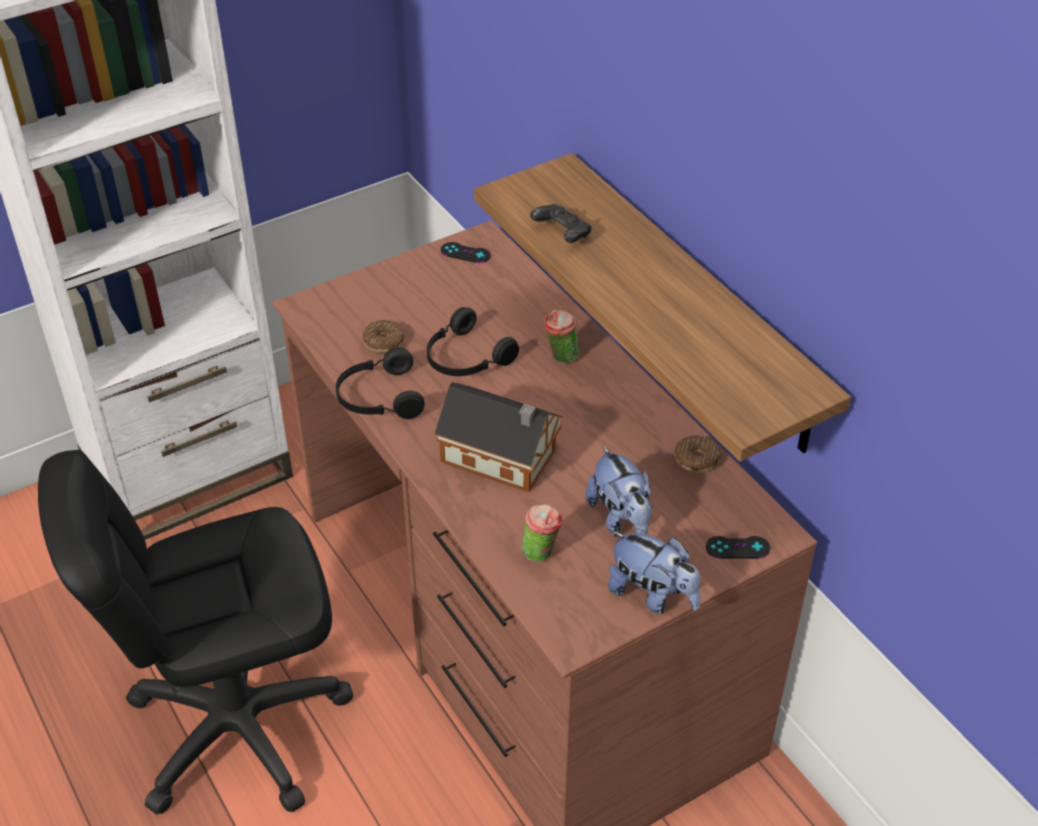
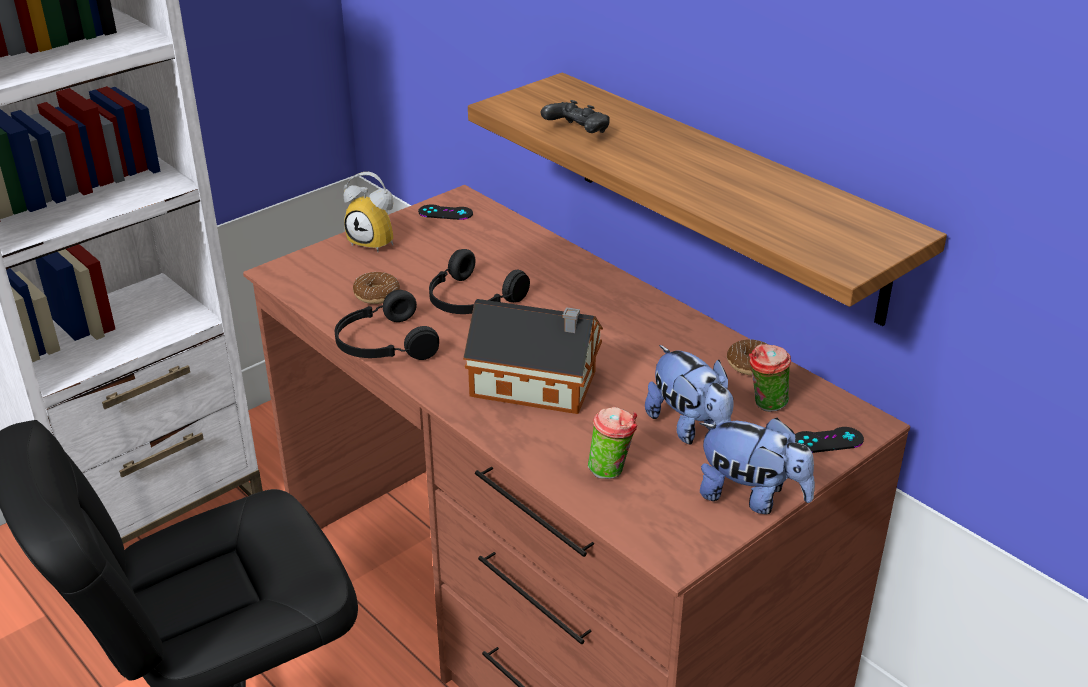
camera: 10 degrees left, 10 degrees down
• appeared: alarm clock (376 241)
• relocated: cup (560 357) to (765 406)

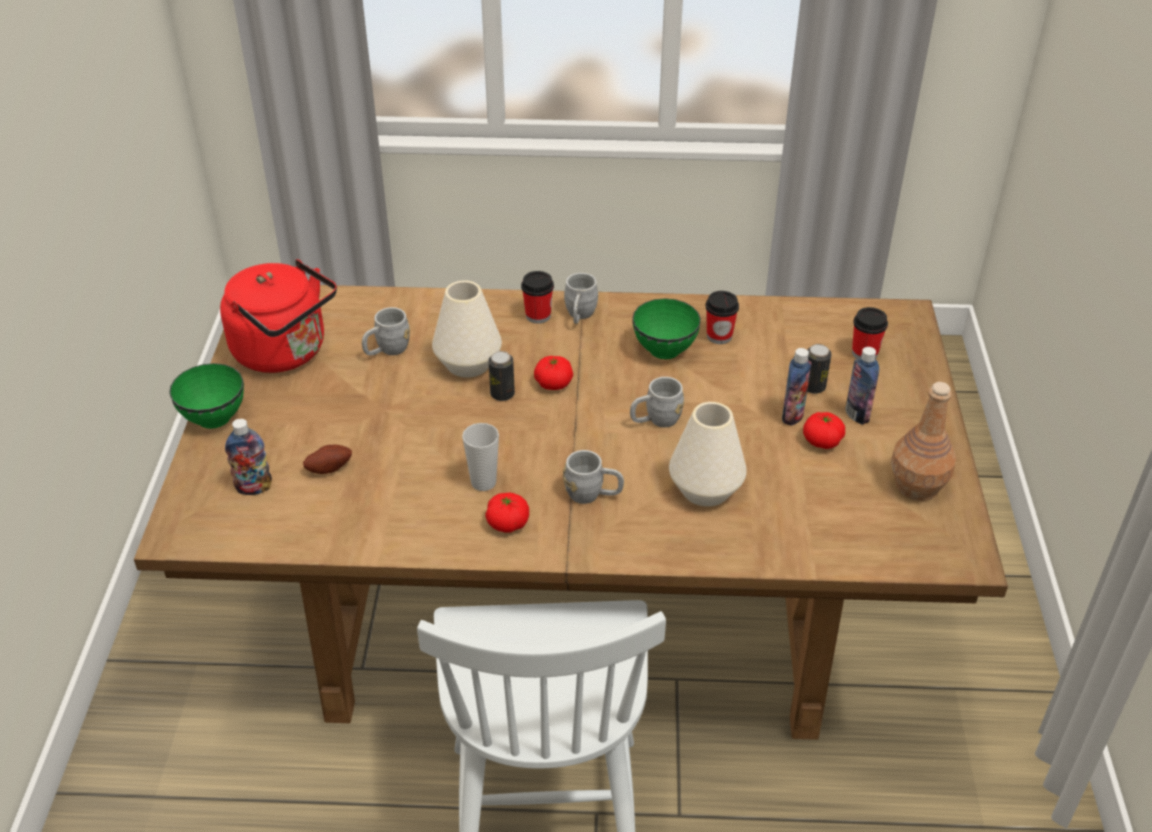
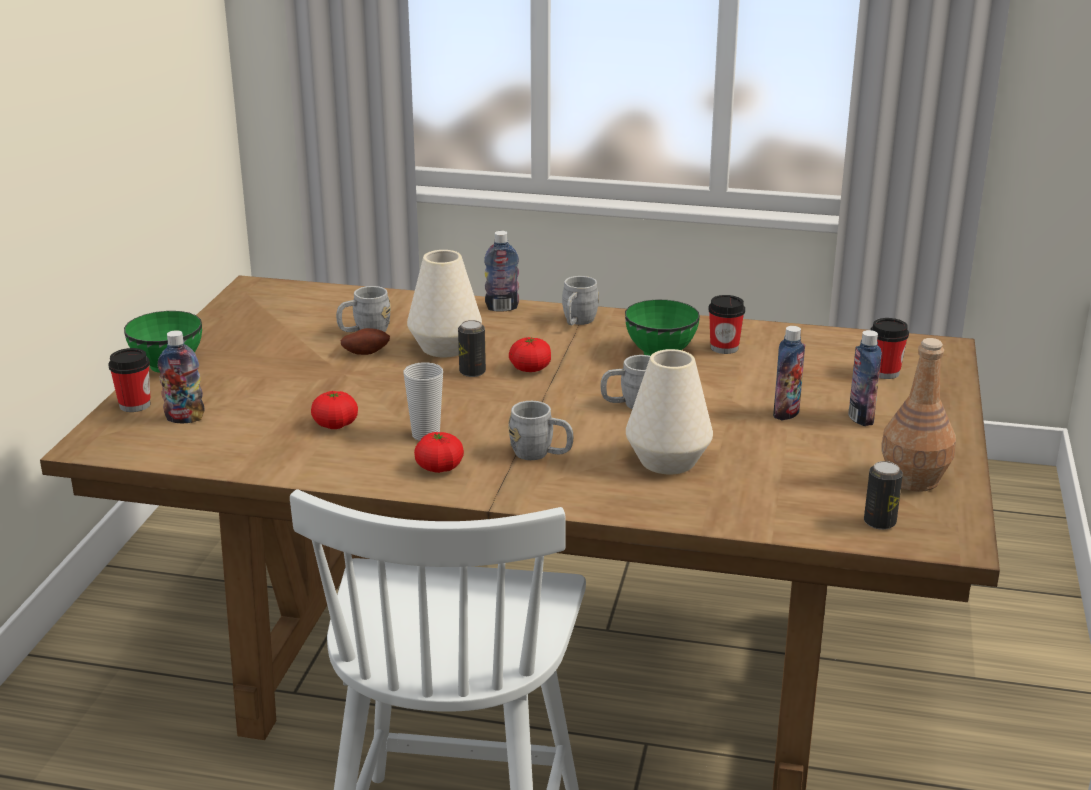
camera: 10 degrees right, 15 degrees down
• missing: kettle (red) (285 352)
• appeared: bottle (502 308)
• relocated: potato (329 468) to (366 352)
• relocated: cup (538 316) to (135 405)
• relocated: tomato (822 441) to (335 425)
• relocated: can (813 387) to (879 522)

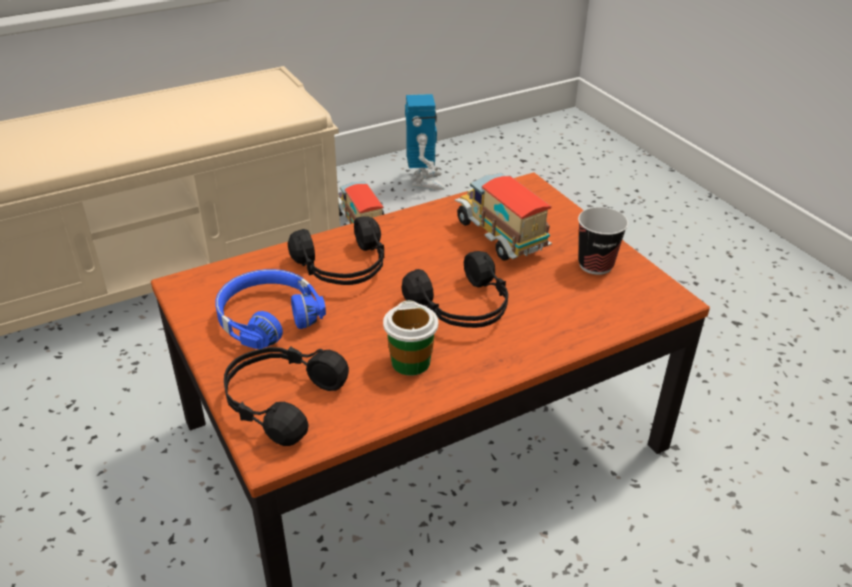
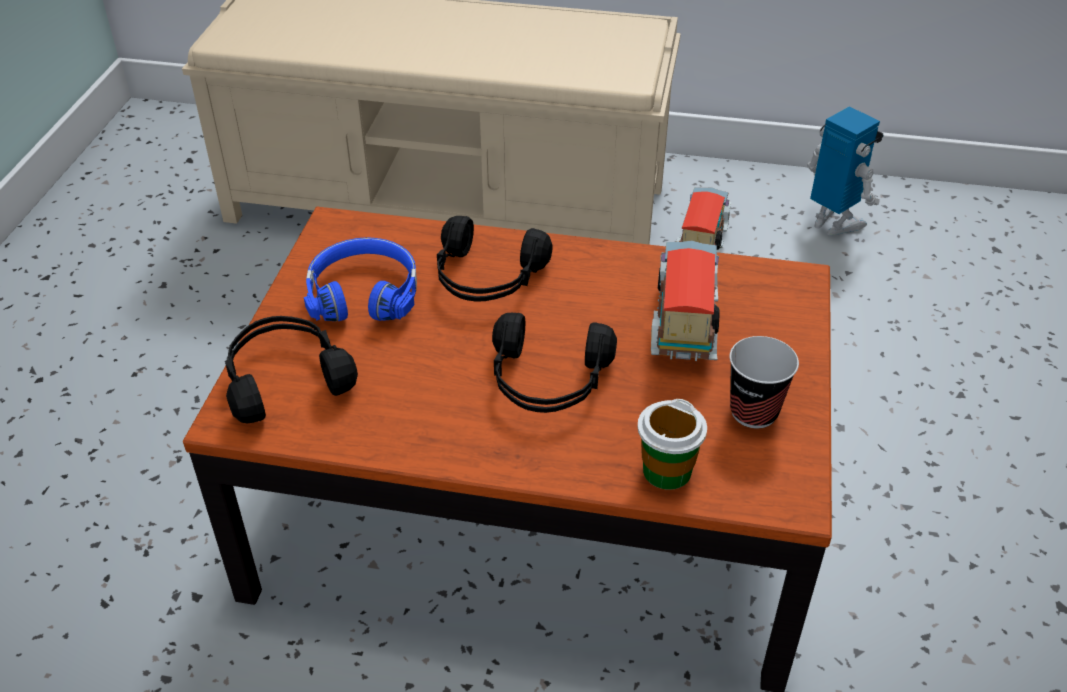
camera: 40 degrees right, 5 degrees up
• relocated: cup (410 362) to (666 471)
• spun: toy robot (424 182) = (833 223) 75 degrees counterclockwise

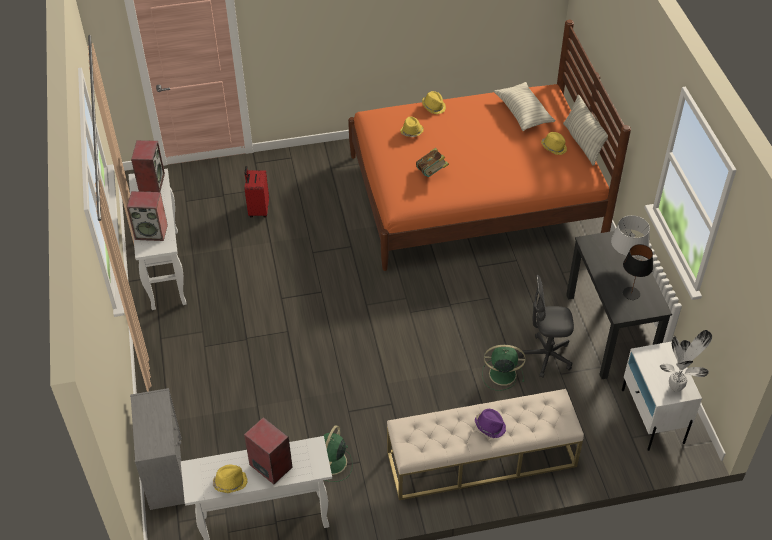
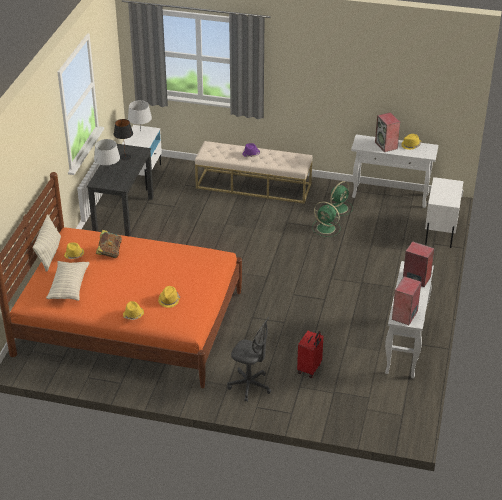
camera: 155 degrees left, 10 degrees down
• relocated: book (432 172) to (109 252)
• relocated: fan (green) (501 374) to (326 228)
• relocated: office chair (grey) (546 357) to (249 386)
• exchanged: dresser (grey) (166 472) to nightstand (white) (440 231)
• exchanged: potted plant (677 386) to table lamp (grey) (140 131)

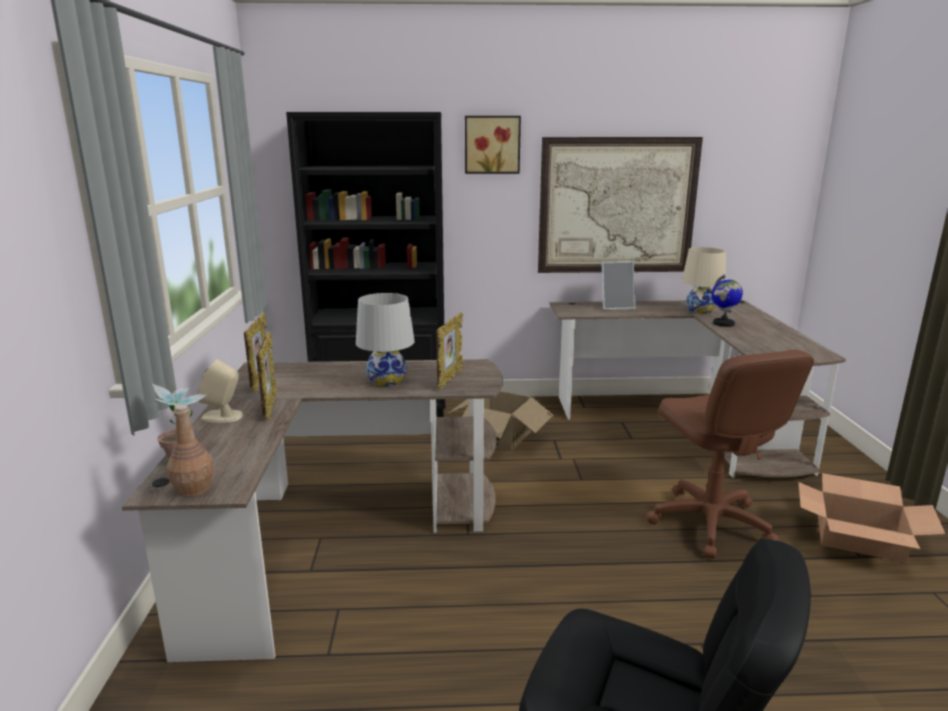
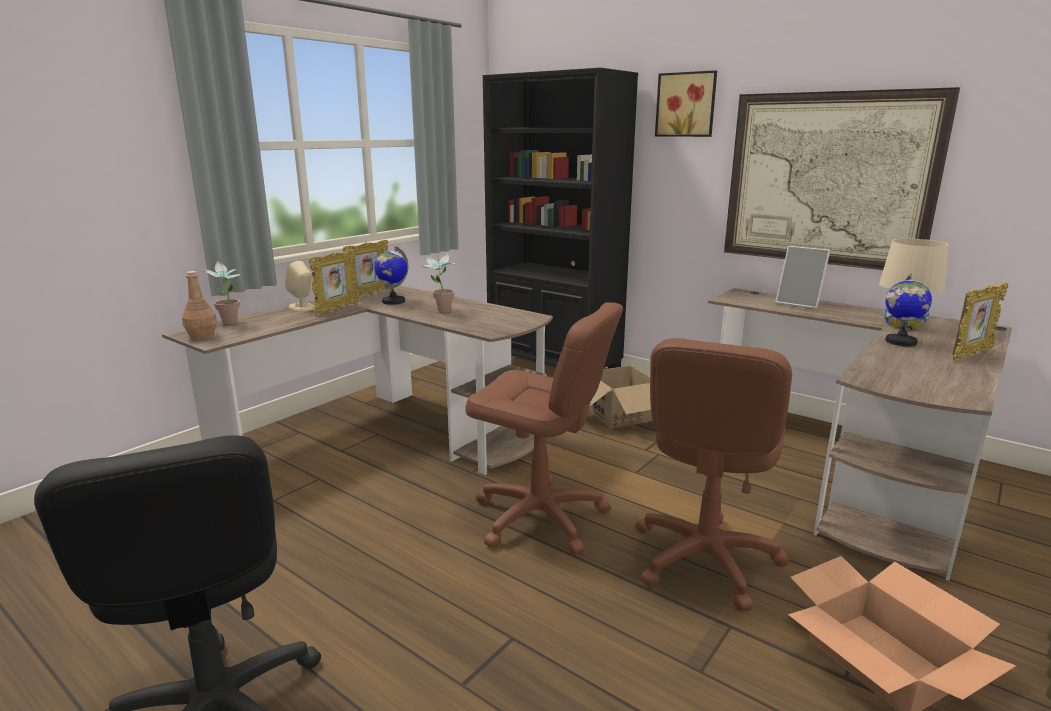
camera: 40 degrees right, 0 degrees up
• appeared: globe (393 301)
• appeared: office chair (brown) (540 517)
• relocated: picture frame (449 379) to (971 355)
• exchanged: table lamp (white) (387 380) to potted plant (441 312)

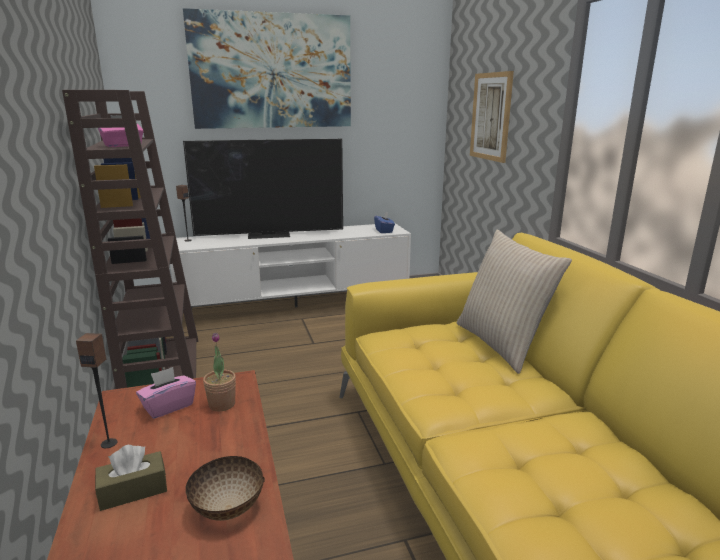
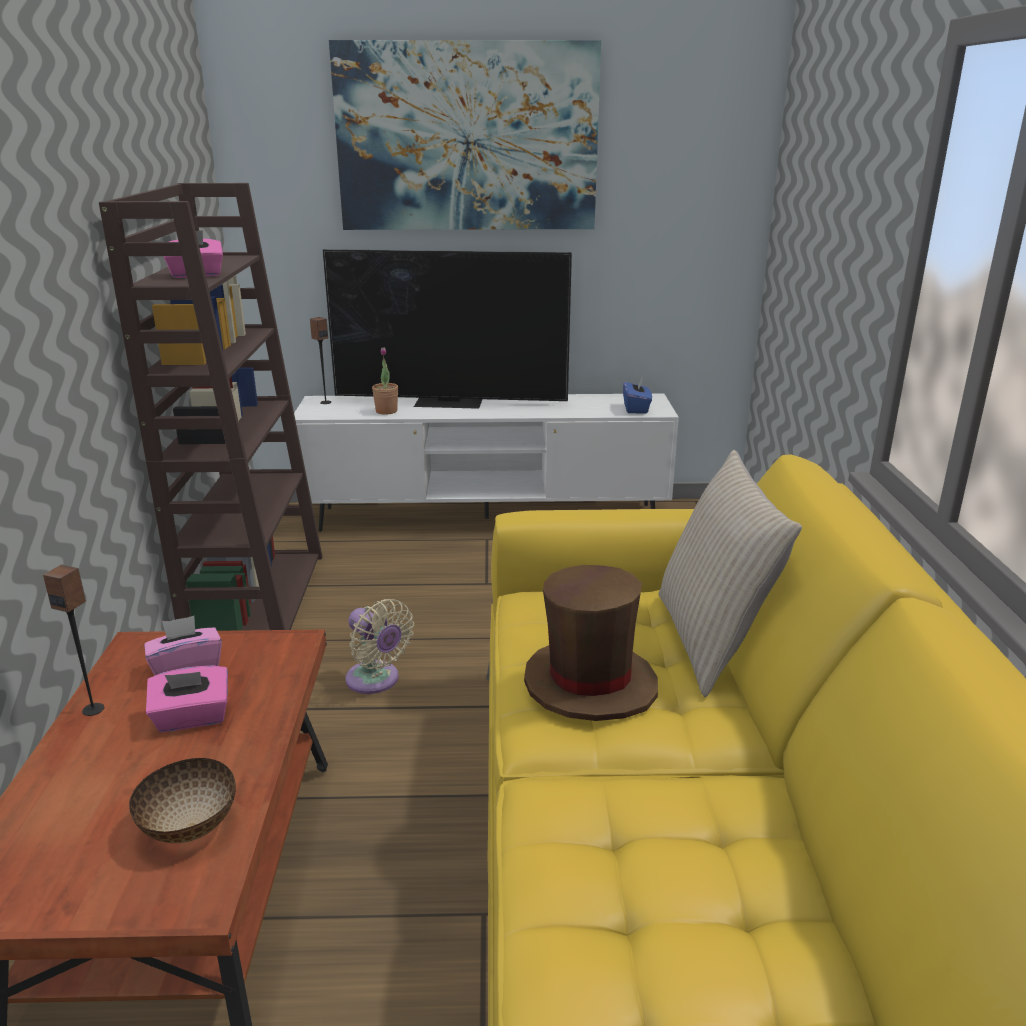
camera: 15 degrees right, 5 degrees up
• missing: tissue box (brown) (133 490)
• missing: picture (491 116)
• appeared: tissue box (pink) (192 718)
• appeared: fan (beige) (376 681)
• appeared: hat (brown) (590 684)
• relocated: potted plant (222 404) to (386 411)

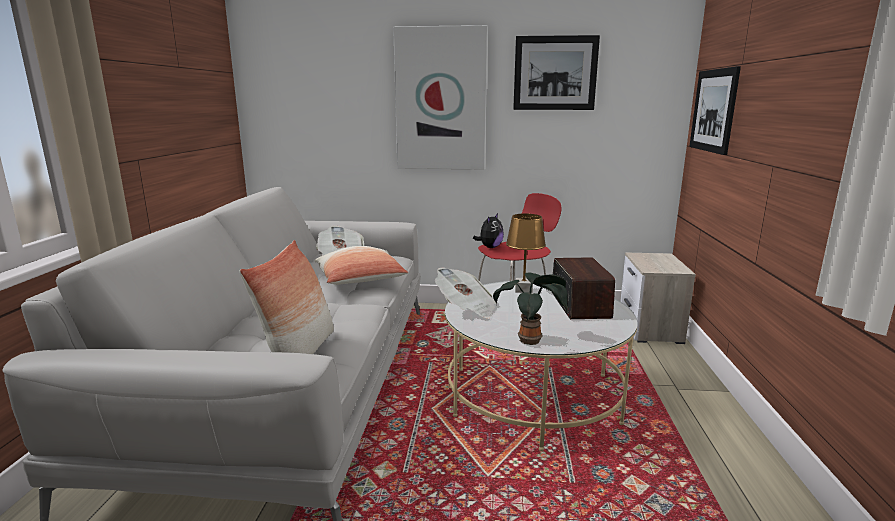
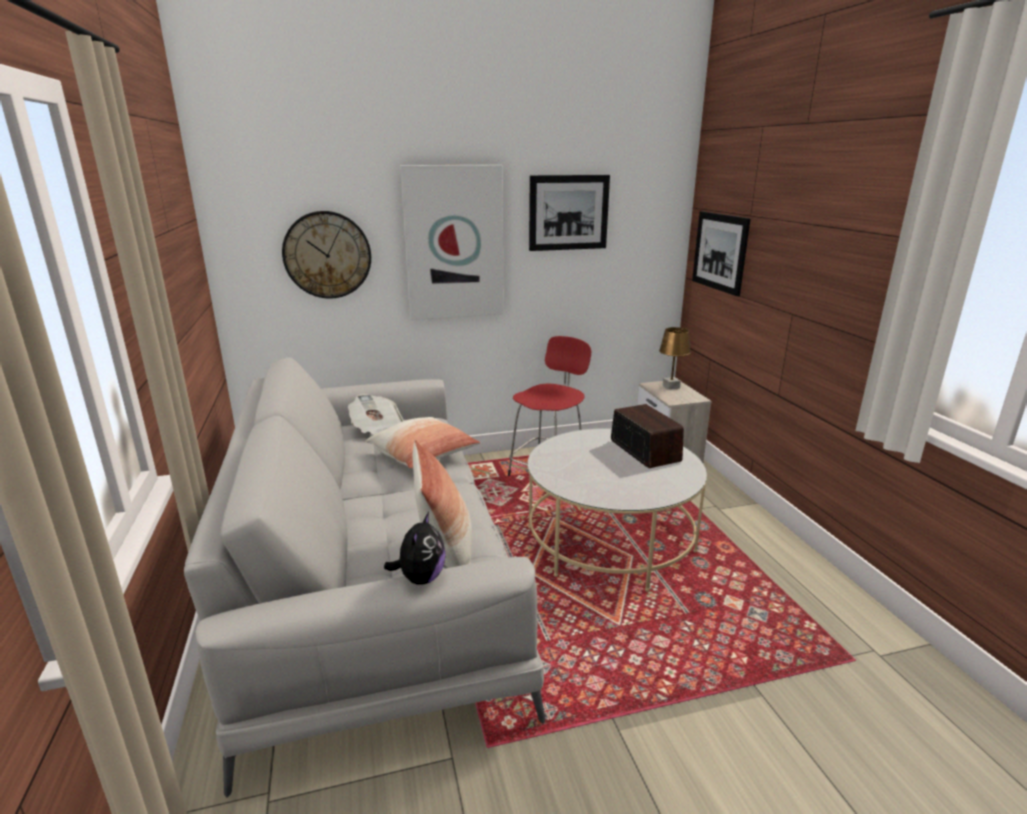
camera: 20 degrees left, 5 degrees up
• missing: newspaper (466 308)
• missing: potted plant (531 340)
• appeared: wall clock (327 255)
• relocated: plush toy (490 247) to (420 578)
• relocated: table lamp (brown) (524 290) to (671 386)

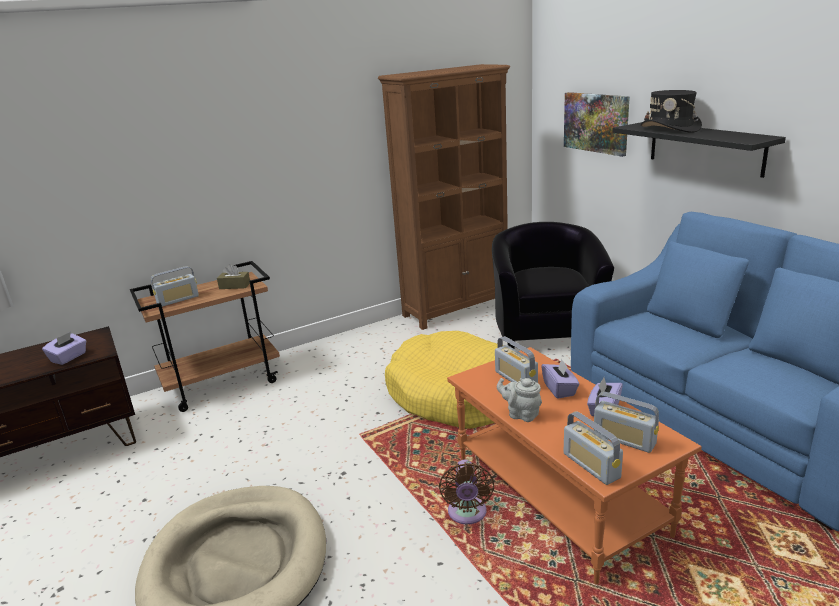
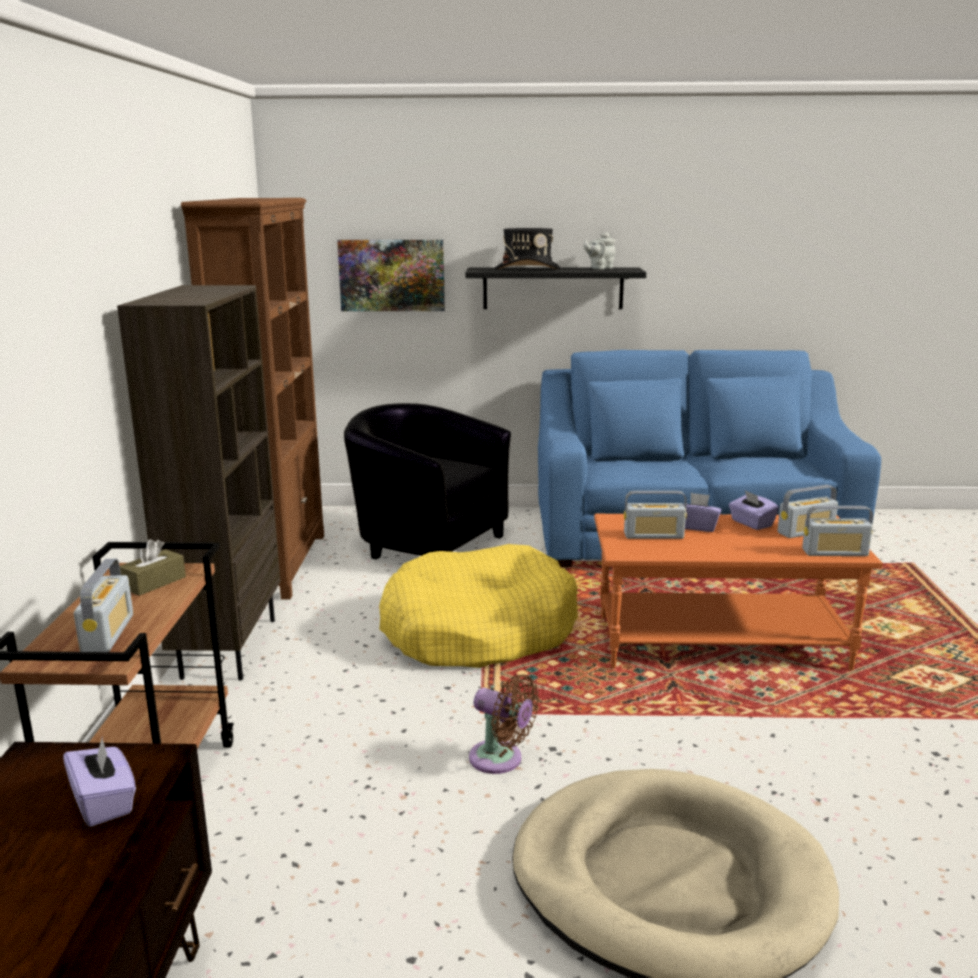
camera: 60 degrees left, 5 degrees down
• appeared: bookcase (brown) (228 647)
• relocated: fan (brown) (467 514) to (500 760)
• relocated: teapot (grey) (521 414) to (599 268)

